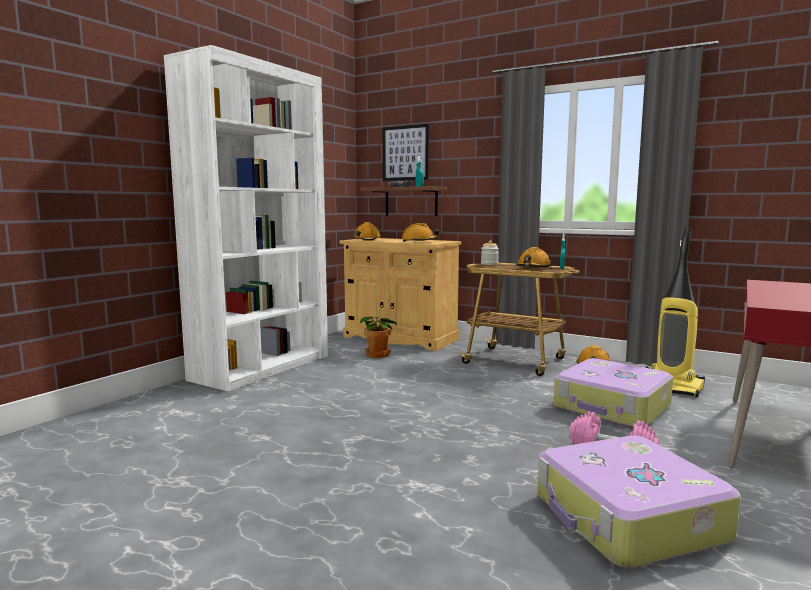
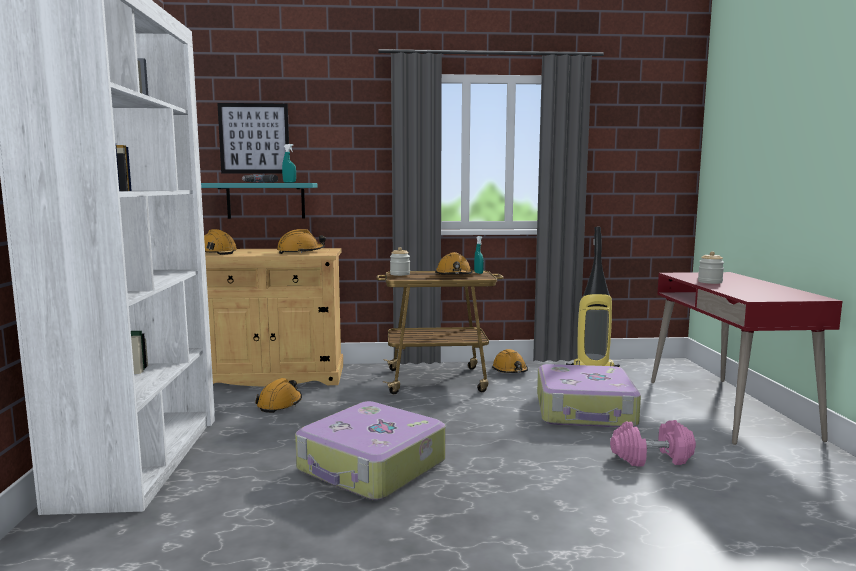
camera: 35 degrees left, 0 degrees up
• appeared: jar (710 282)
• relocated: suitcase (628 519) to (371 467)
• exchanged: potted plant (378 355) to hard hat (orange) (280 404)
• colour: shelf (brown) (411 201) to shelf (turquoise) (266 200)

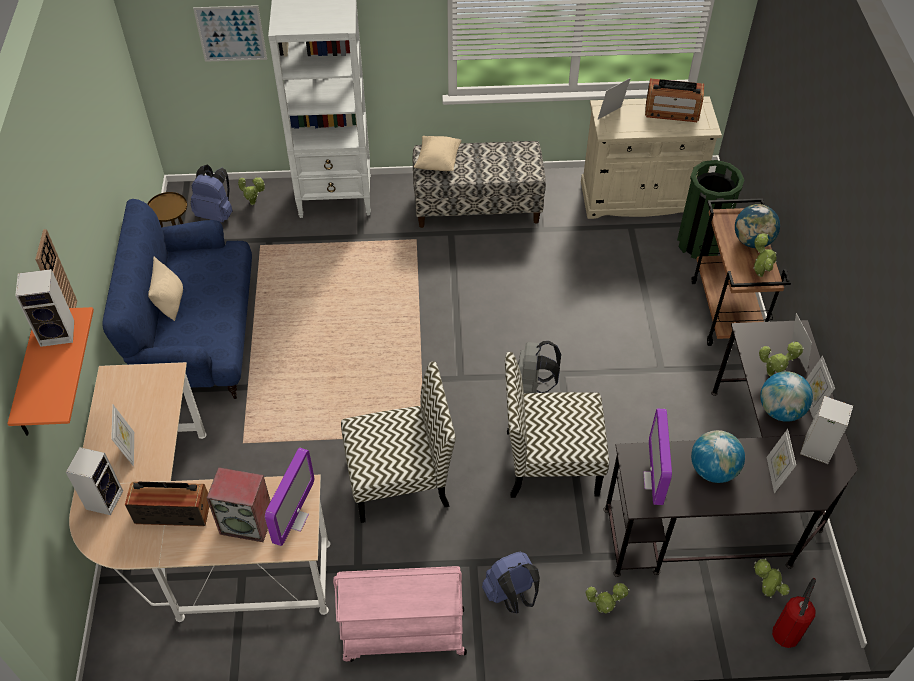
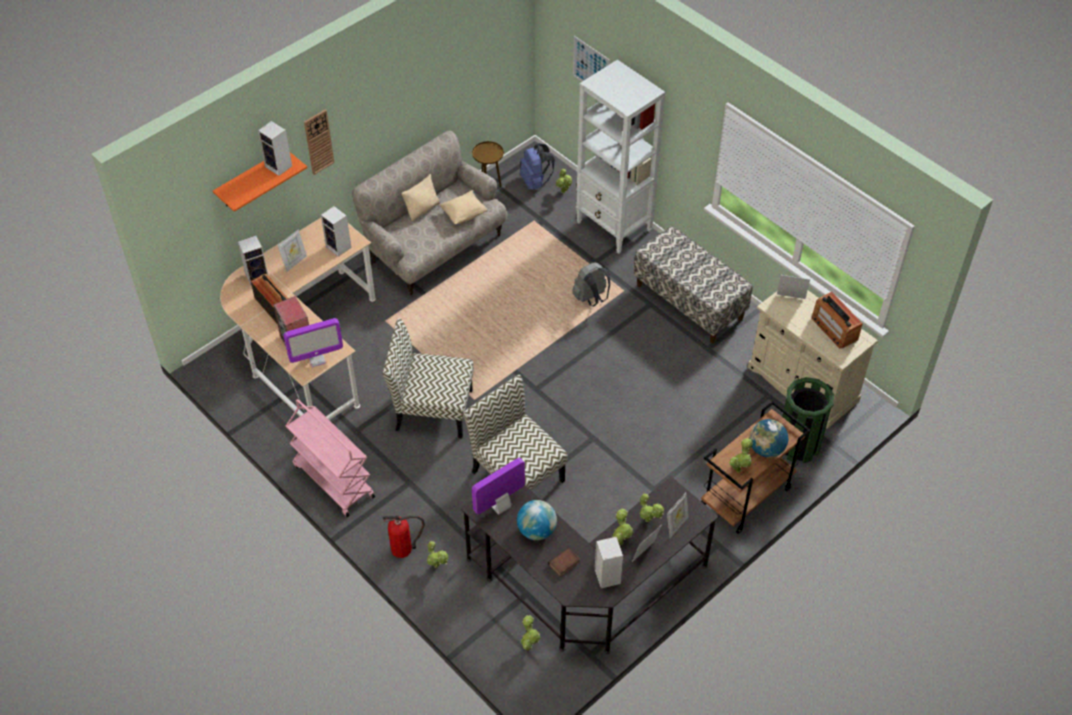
camera: 50 degrees right, 0 degrees up
• missing: backpack (blue) (511 596)
• appeared: speaker (339 247)
• relocated: pillow (beige) (438 162) to (464 214)
• relocated: backpack (grey) (533 386) to (591 298)
• relocated: fire extinguisher (786 631) to (403 548)
• exchanged: globe (780 411) to potted plant (620 541)
• exchanged: picture frame (774 475) to book (564 564)
• colour: sofa (blue) (199 339) to sofa (beige) (435 247)
• spun: chair (400 479) = (432 410) 150 degrees clockwise

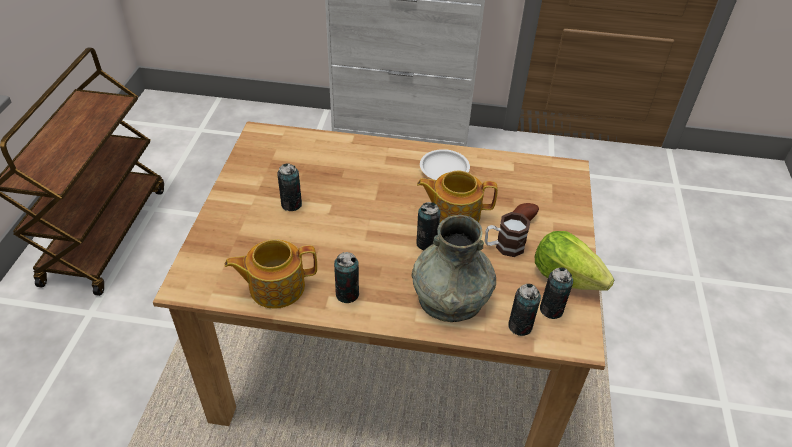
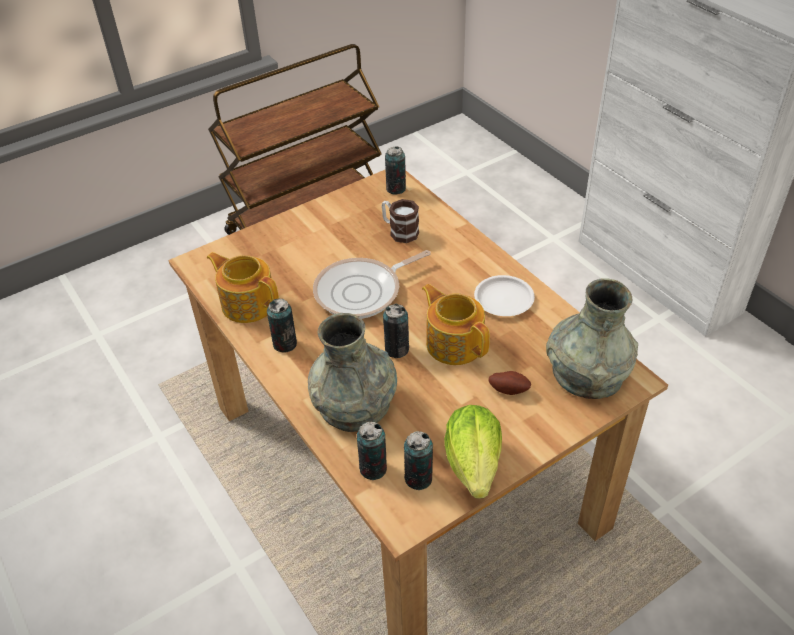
camera: 50 degrees right, 0 degrees up
• appeared: frying pan (362 292)
• appeared: vase (grey) (587 373)
• relocated: can (291 204) to (396 189)
• relocated: mug (503 246) to (399 231)

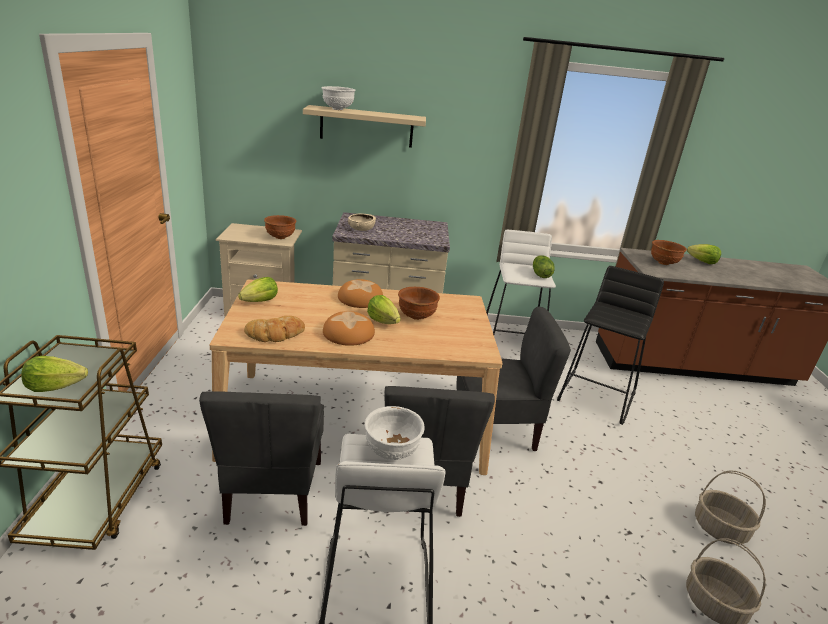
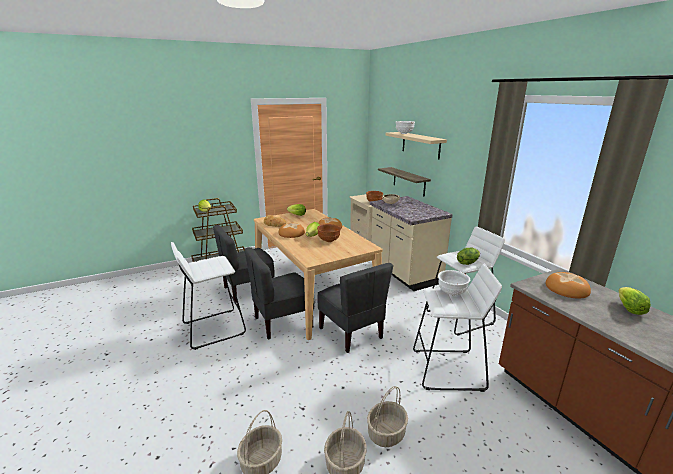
camera: 65 degrees right, 5 degrees down
• appeared: basket (386 433)
• appeared: shelf (409 181)
• relocated: bowl (white) (391 452) to (451 293)
• exchanged: bowl (brown) (664 263) to bread (567 289)
• colour: stool (black) (597 396) to stool (white) (448 370)

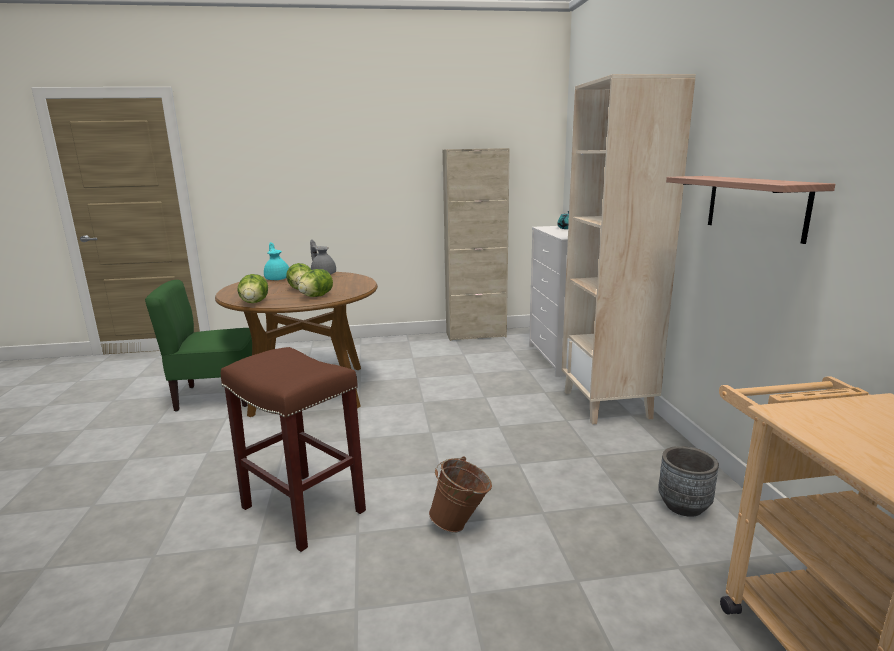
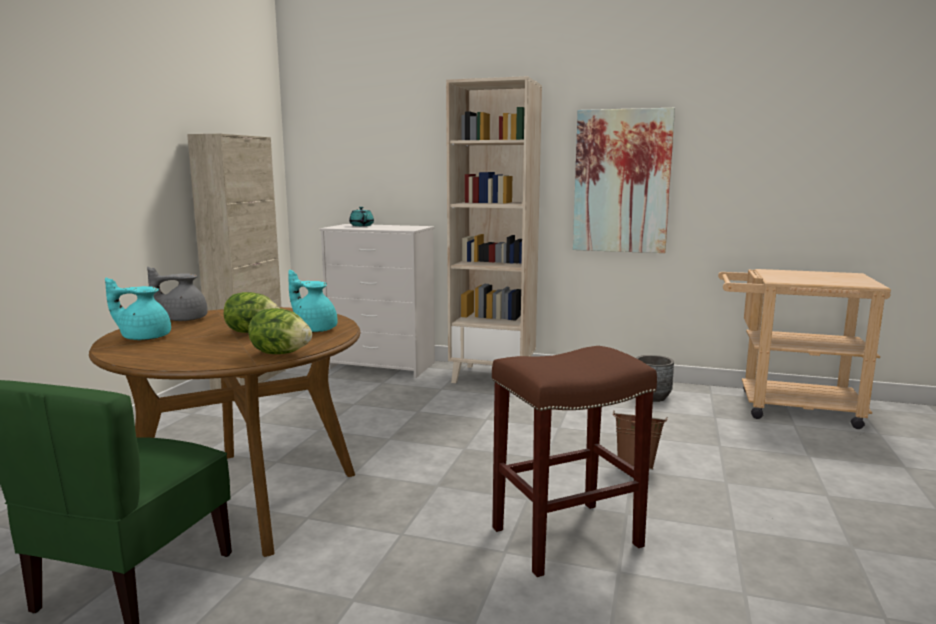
camera: 65 degrees left, 5 degrees down
• exchanged: lettuce (316 296) to teapot (turquoise) (314 329)
• exchanged: shelf (755 206) to picture (621 181)

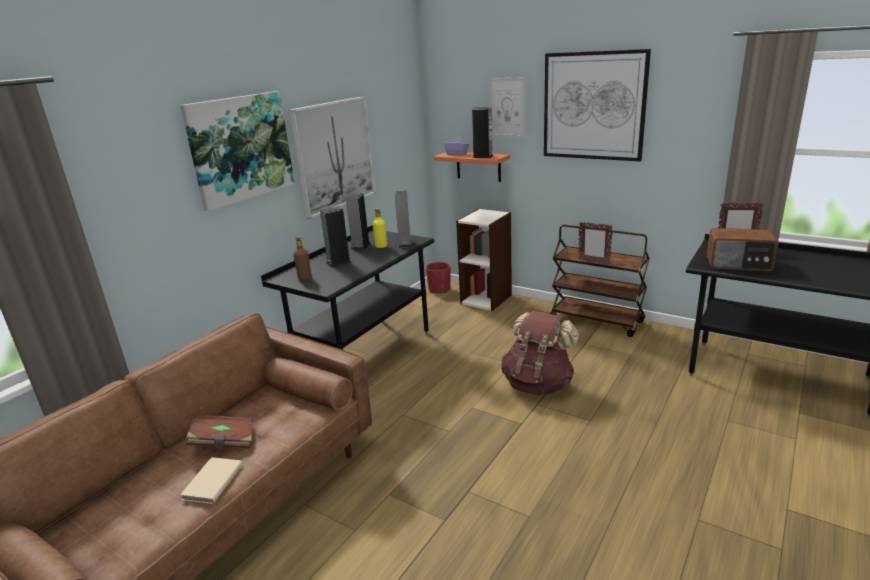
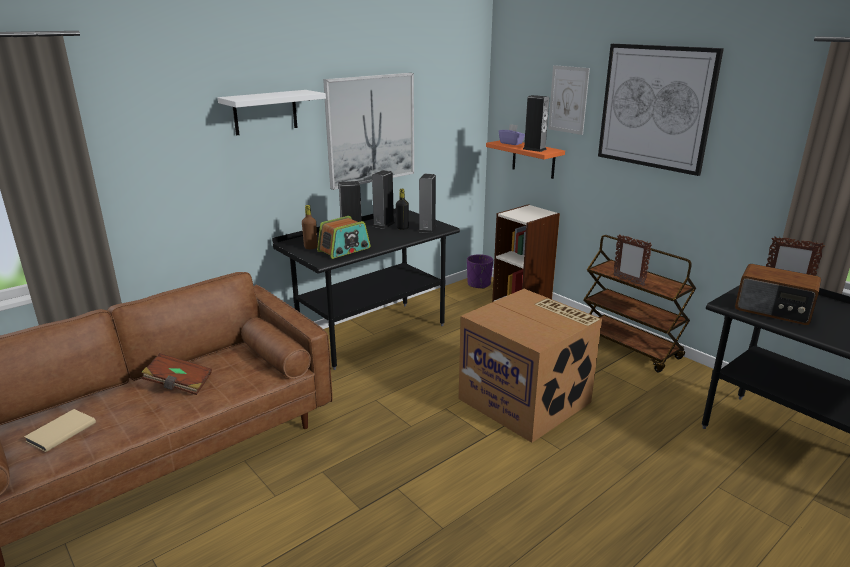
camera: 15 degrees right, 0 degrees up
• appeared: radio (344 250)
• relocated: book (beige) (211 482) to (60 432)
• exchanged: picture (240 148) to shelf (white) (265 112)
• exchanged: backpack (brown) (538 384) to cardboard box (526 400)
• colour: bottle (yellow) (381 246) to bottle (black) (402 228)
• colour: planter (red) (439 290) to planter (purple) (479 284)

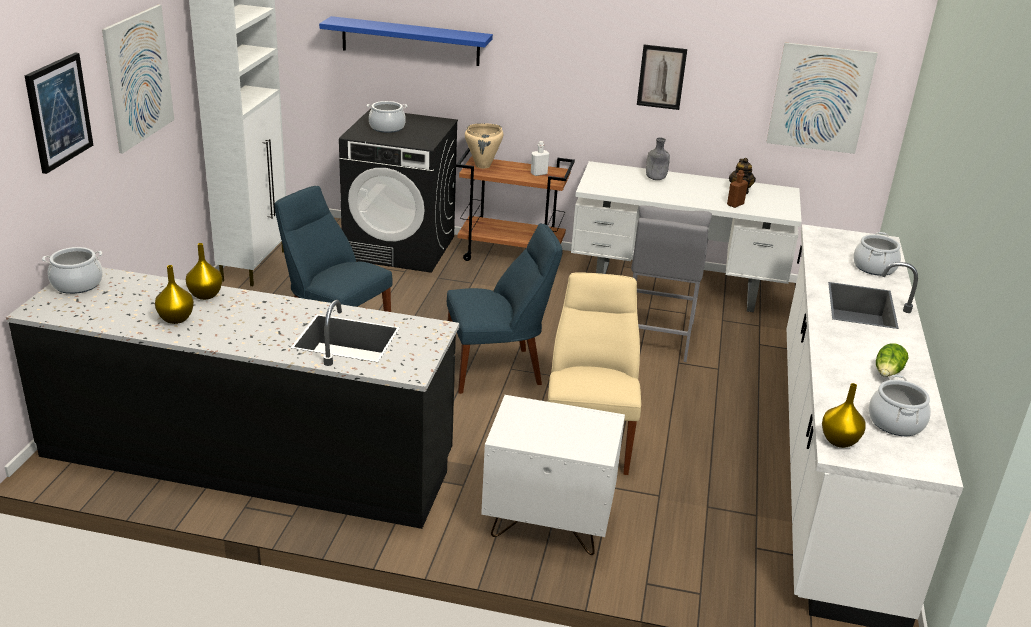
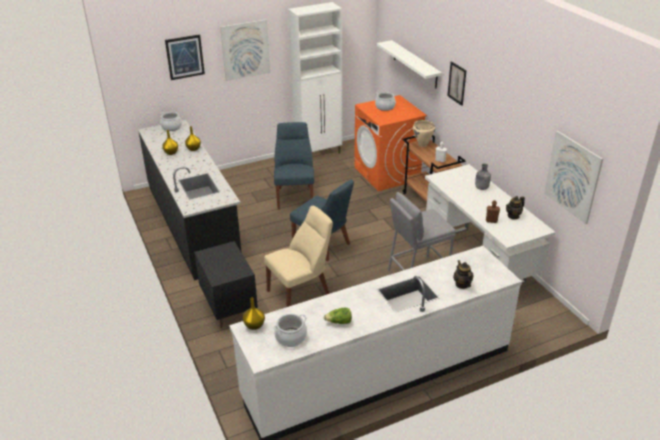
camera: 55 degrees right, 5 degrees up
• relocated: picture (661 77) to (457 83)
• exchanged: cooking pot (874 267) to teapot (462 284)
• colour: shelf (blue) (410 41) to shelf (white) (415 64)
• colour: washing machine (black) (400 248) to washing machine (orange) (387 174)
• colour: nightstand (white) (547 524) to nightstand (black) (229 308)

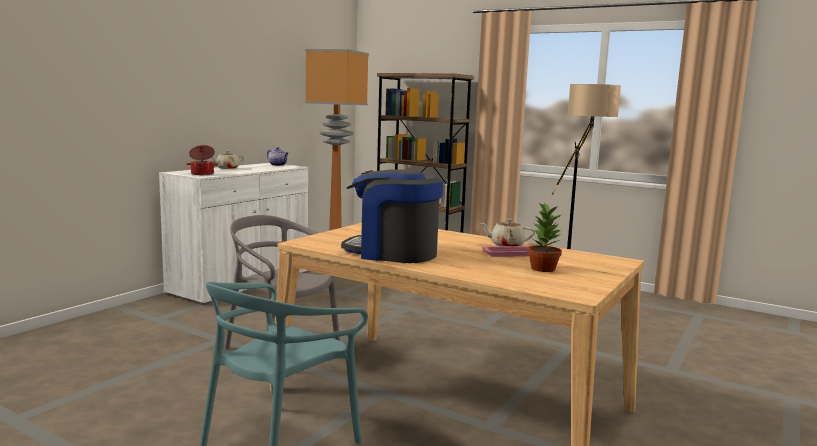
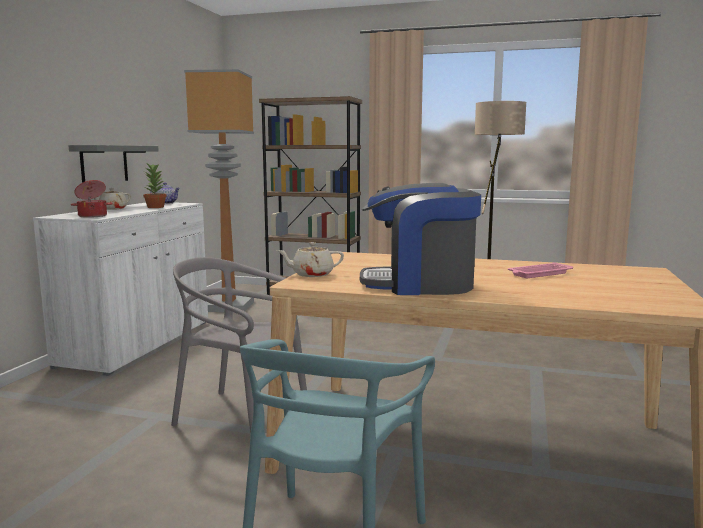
camera: 15 degrees left, 0 degrees up
• appeared: shelf (grey) (104 163)
• relocated: teapot (beige) (506 245) to (311 274)
• relocated: potted plant (542 268) to (155 207)

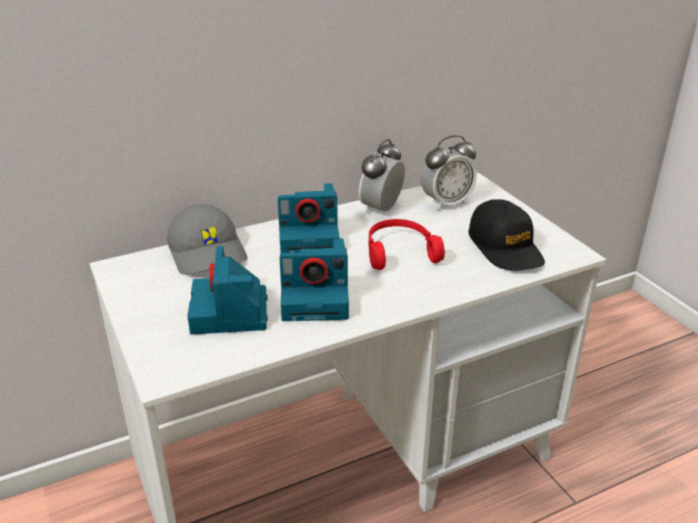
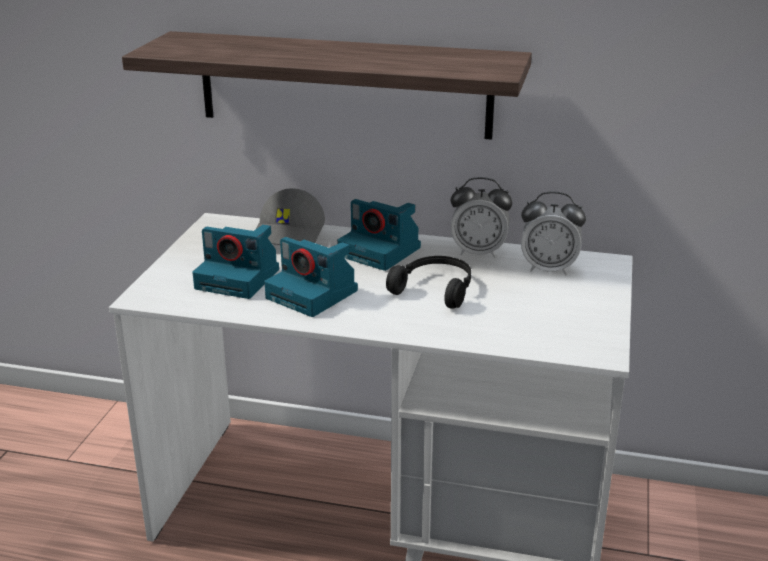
camera: 40 degrees right, 5 degrees down
• missing: cap (black) (505 247)
• appeared: shelf (344 85)
• colour: headphones (red) (399 252) to headphones (black) (435 289)
• spun: photo camera (230 313) = (239 279) 105 degrees counterclockwise
• spun: alarm clock (381 209) = (478 252) 150 degrees counterclockwise

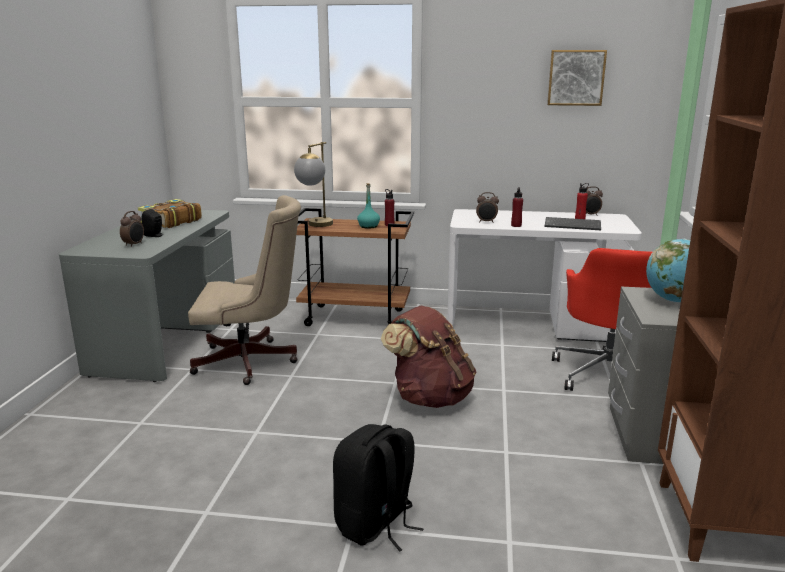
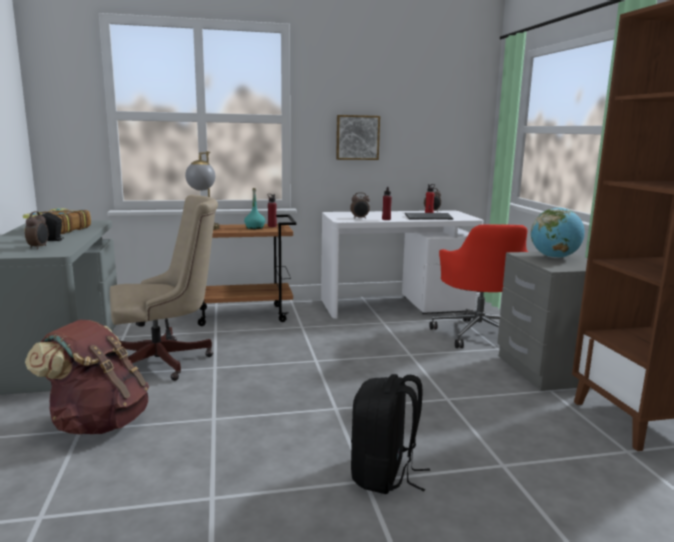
camera: 20 degrees left, 5 degrees down
• relocated: backpack (brown) (429 397) to (98 423)
• relocated: picture (576 77) to (357 137)

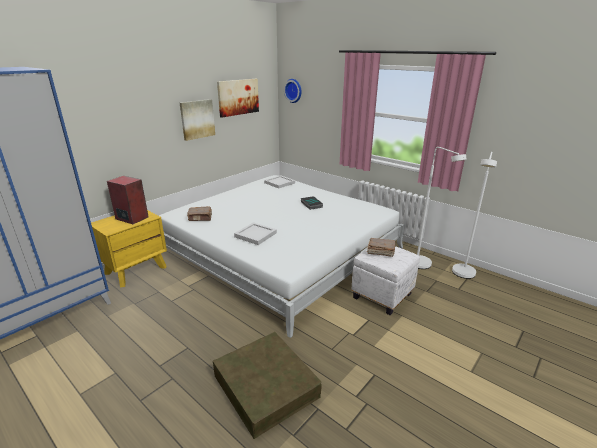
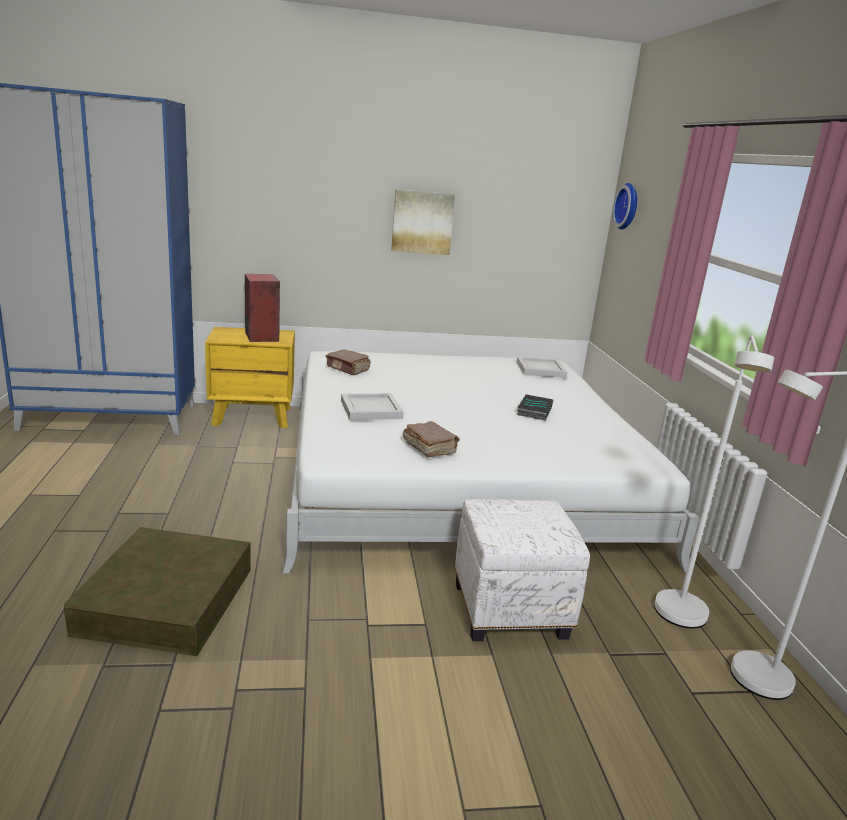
camera: 40 degrees right, 5 degrees down
• missing: picture (238 97)
• relocated: book (brown) (380 251) to (429 448)

